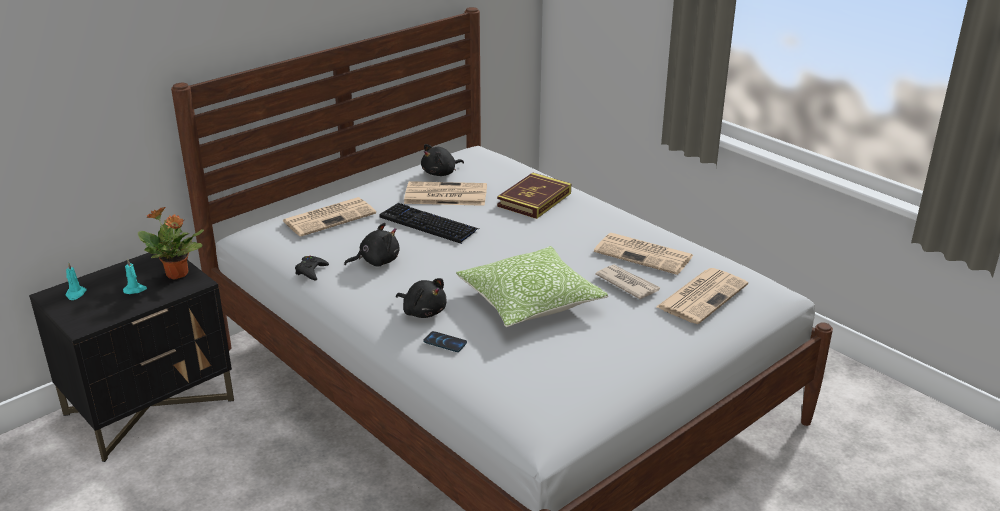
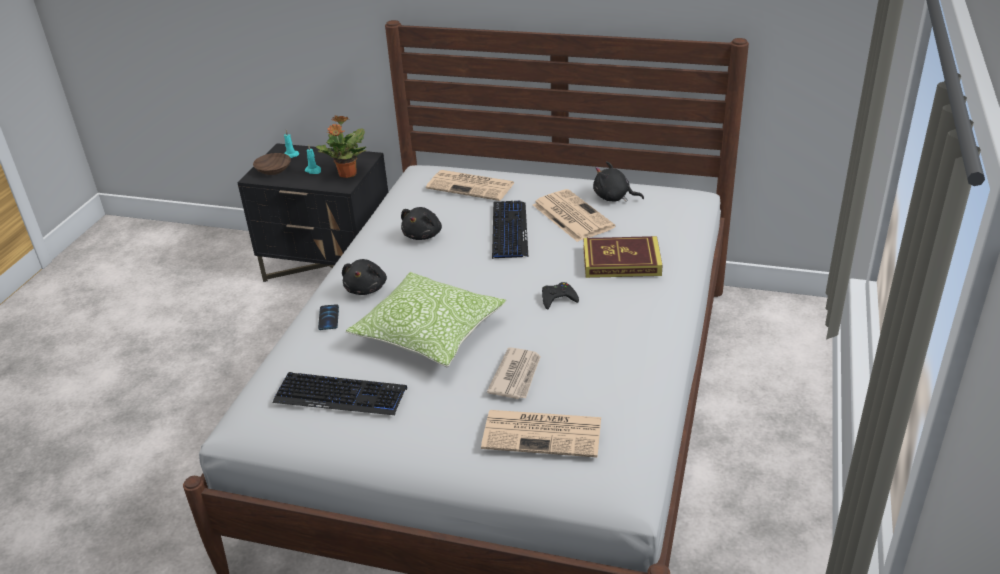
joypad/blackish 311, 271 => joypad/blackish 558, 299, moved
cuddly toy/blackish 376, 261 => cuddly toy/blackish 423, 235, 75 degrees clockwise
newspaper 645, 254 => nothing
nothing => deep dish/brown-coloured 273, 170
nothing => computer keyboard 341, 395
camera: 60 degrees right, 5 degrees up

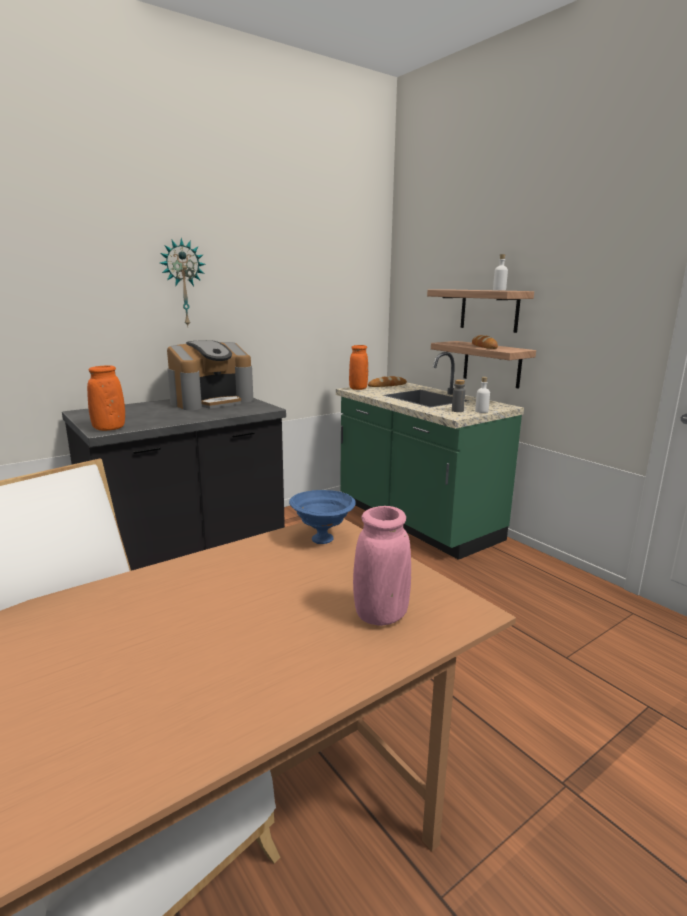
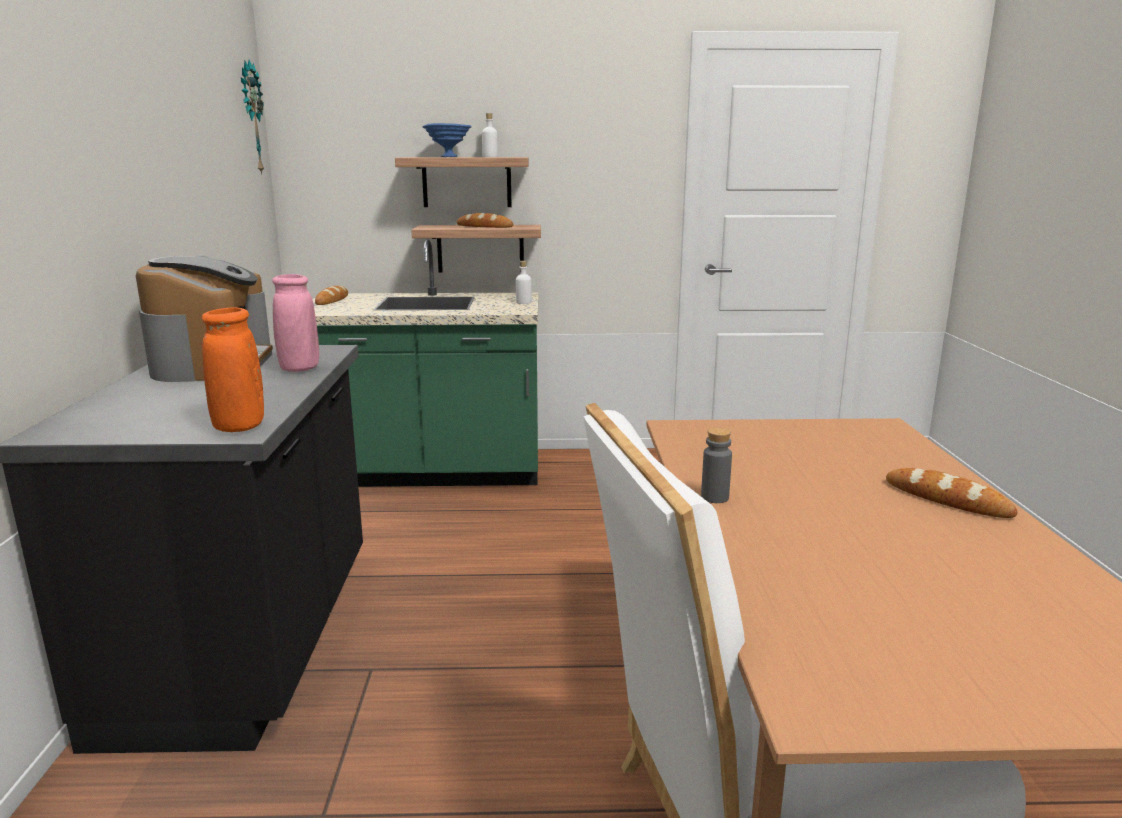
hanging clock 183, 283 => hanging clock 250, 118, moved
deep dish/blue 321, 538 => deep dish/blue 447, 157, moved
vase/orangey 358, 389 => nothing
vase/pinkish 381, 615 => vase/pinkish 300, 368, moved
bottle/gray 457, 411 => bottle/gray 714, 497, moved
nothing => bakery bread 947, 499
camera: 55 degrees left, 0 degrees up

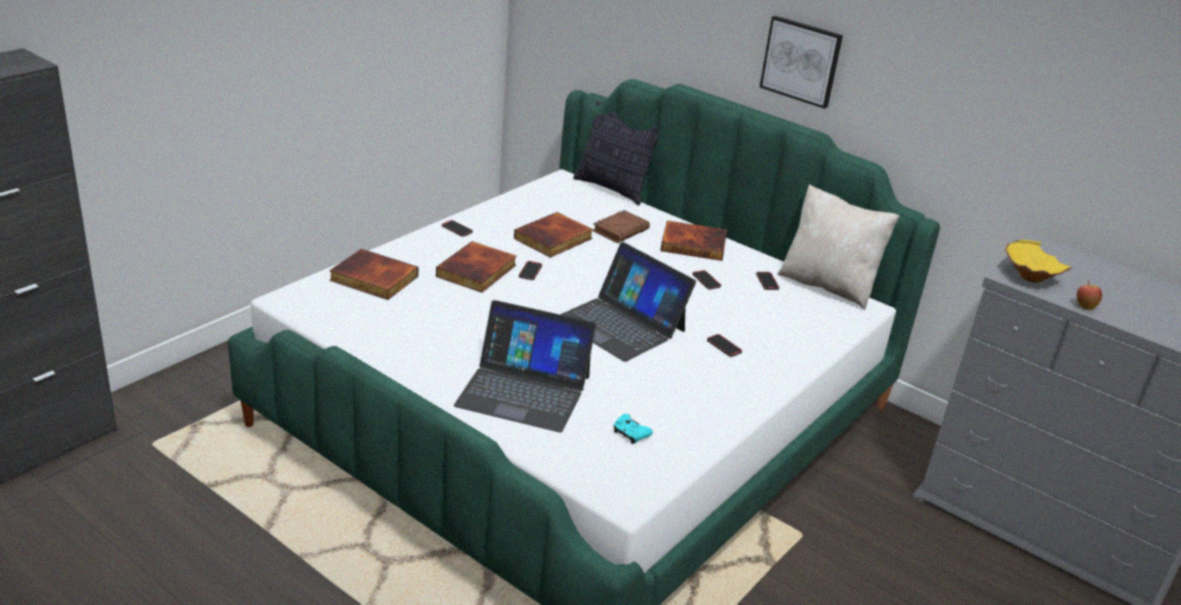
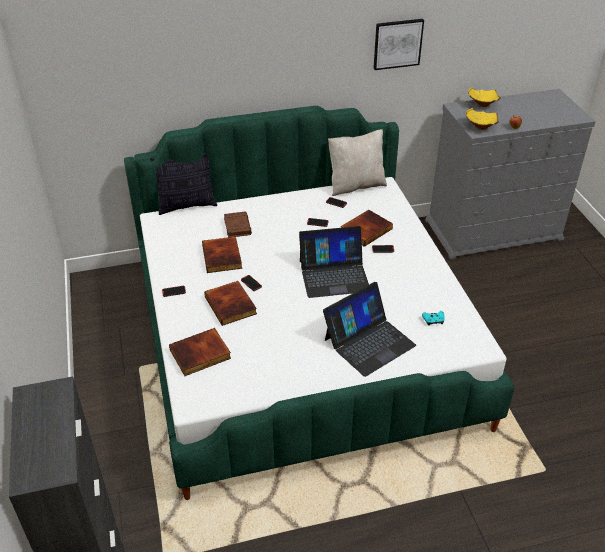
bound book 694, 244 => bound book 365, 229, moved
picture 801, 61 => picture 397, 43, moved
nothing => deep dish/yellow 482, 104
camera: 50 degrees left, 10 degrees up

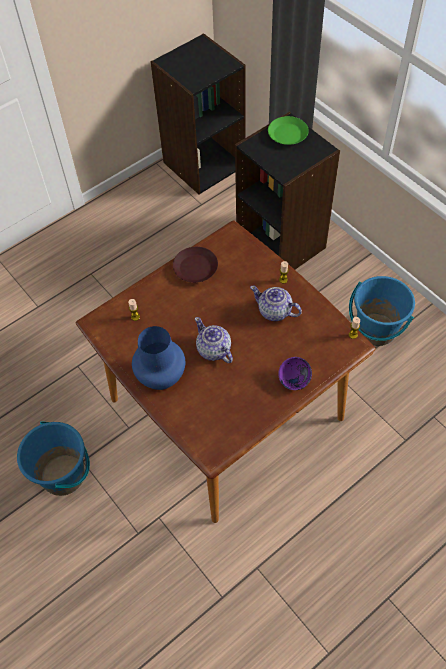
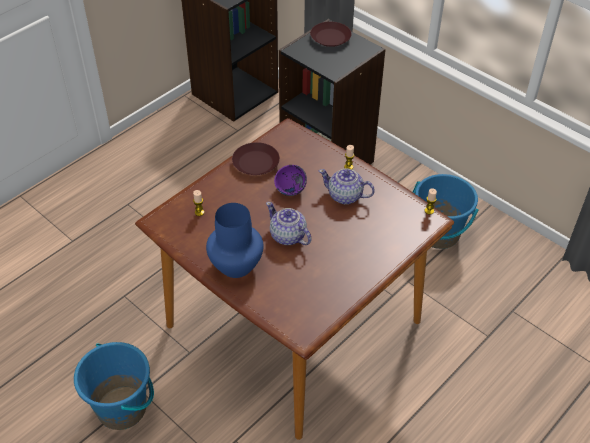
flat dish/green-coloured 287, 134 => flat dish/brown-coloured 330, 38
deep dish/purplish 294, 381 => deep dish/purplish 290, 190, moved
camera: 10 degrees left, 10 degrees down

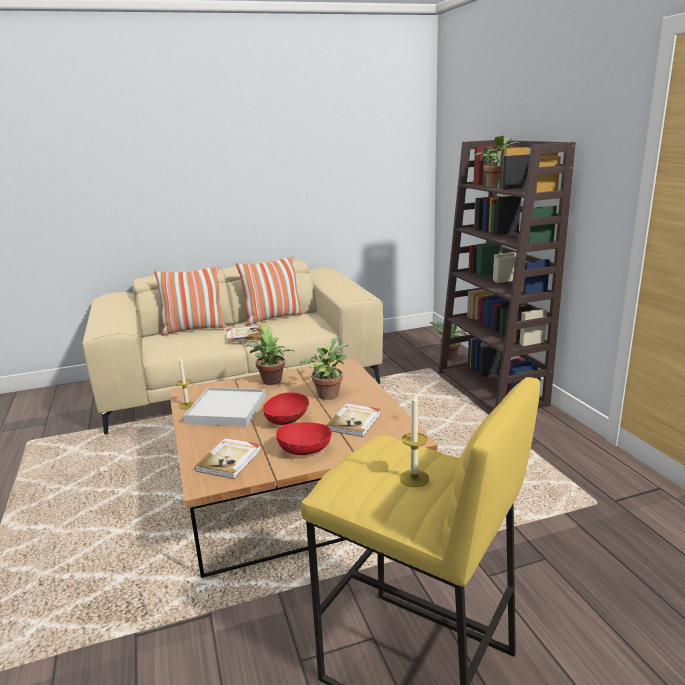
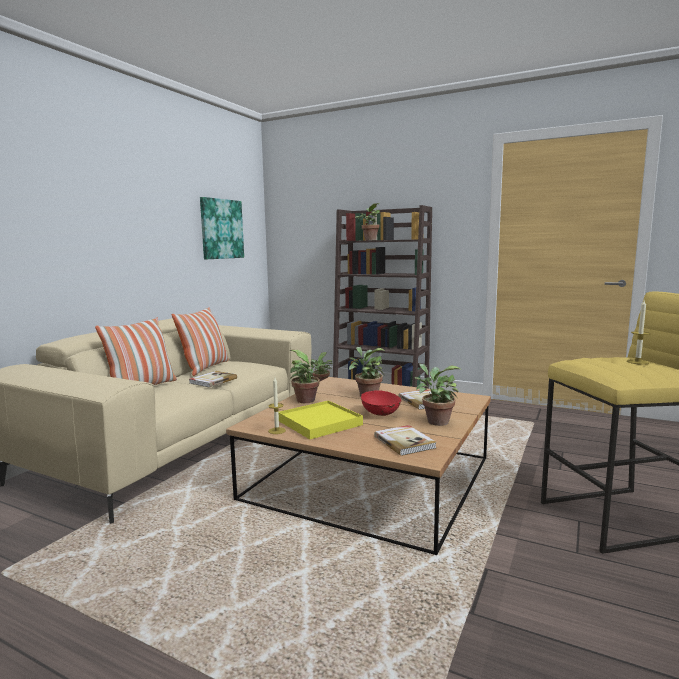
carrying tray/white-coloured 227, 410 => carrying tray/yellow 320, 422
deep dish/reddish 305, 450 => plant in a pot 435, 421
nothing => picture 221, 229
camera: 45 degrees left, 10 degrees down

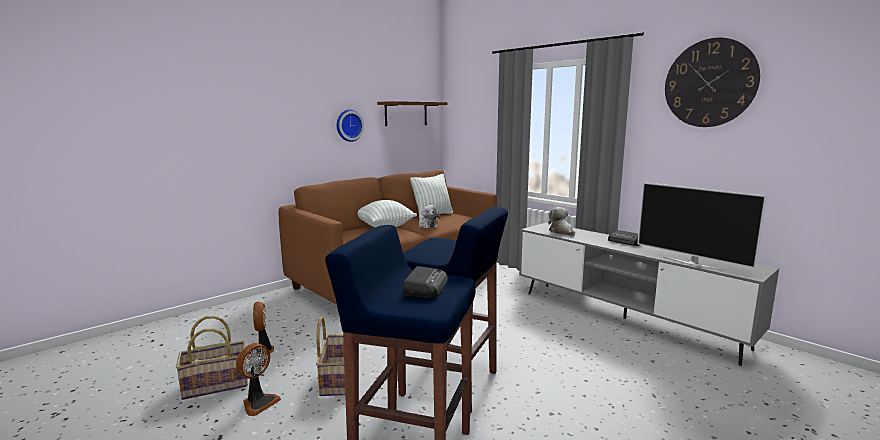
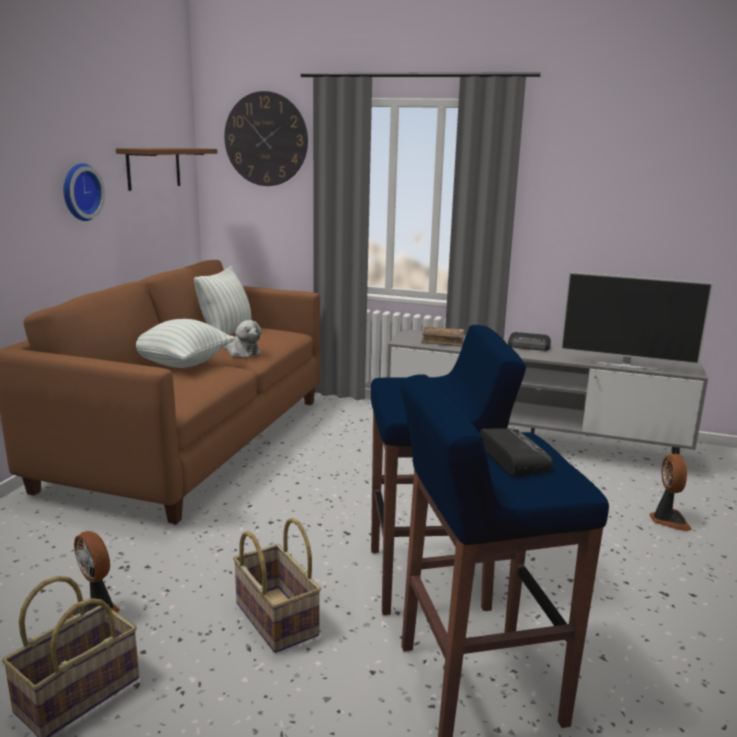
cooling fan 258, 403 => cooling fan 668, 520, moved
cuddly toy 561, 232 => bound book/brown-coloured 443, 341
hanging clock 709, 83 => hanging clock 266, 139, moved
camera: 30 degrees left, 5 degrees up

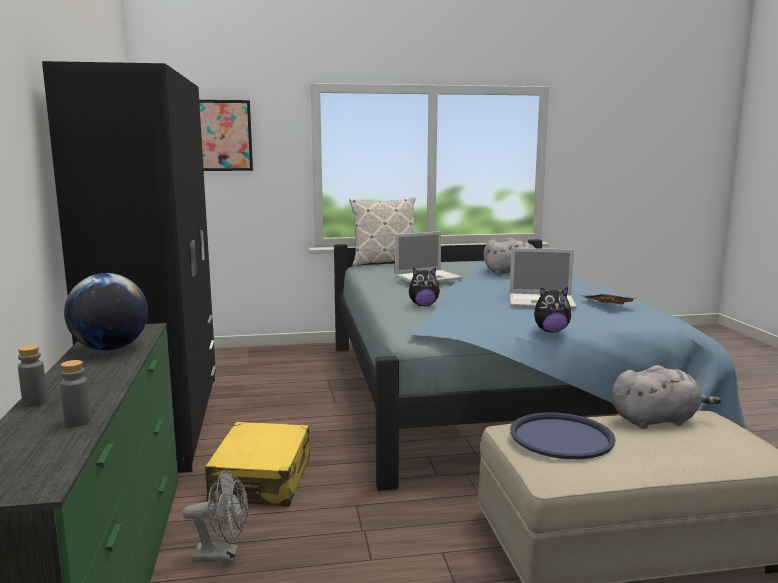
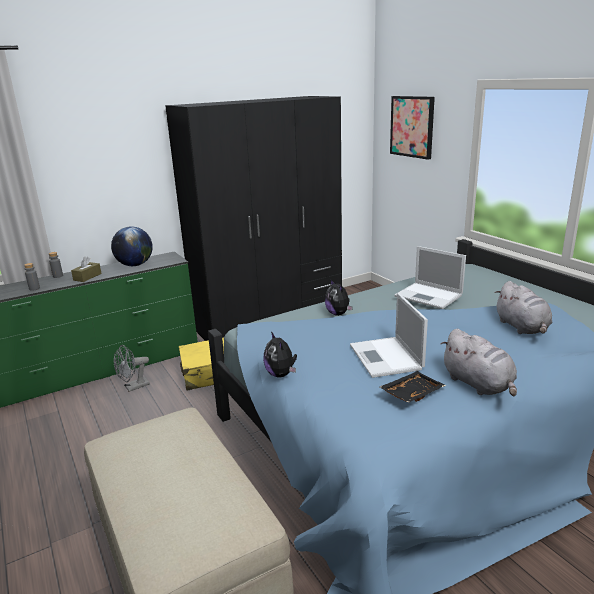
cooling fan/gray 223, 555 => cooling fan/gray 133, 387, 75 degrees clockwise
throw pillow 384, 263 => nothing
carrying tray/blue 561, 437 => nothing
cuddly toy/gray 657, 420 => cuddly toy/gray 479, 384, moved
nothing => tissue box/brown-coloured 87, 277
camera: 70 degrees right, 10 degrees up

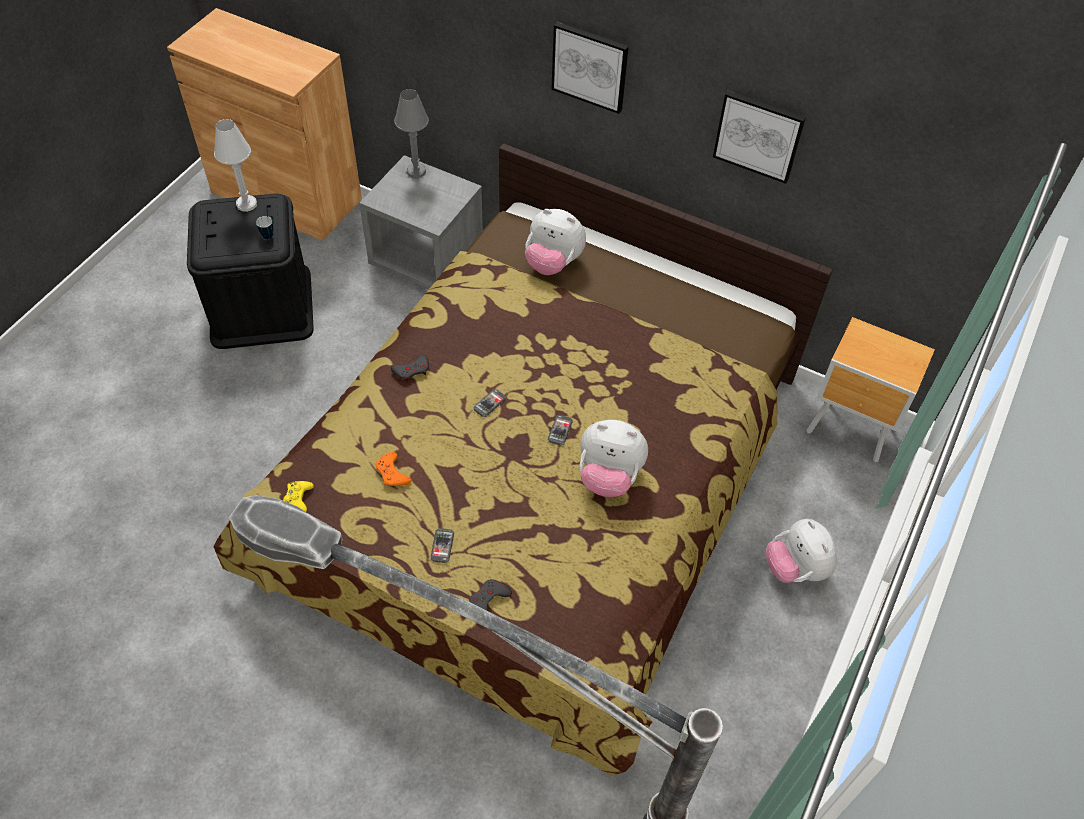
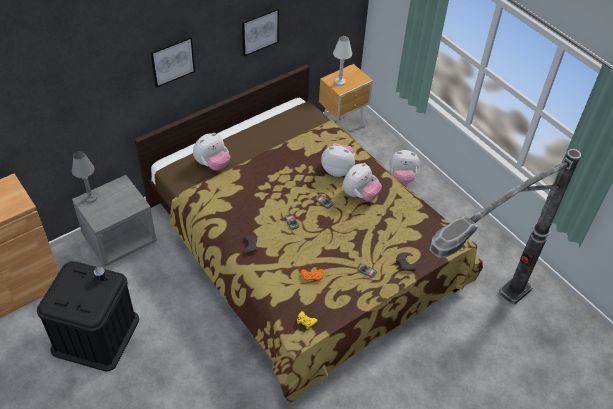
table lamp/white-coloured 246, 204 => table lamp/white-coloured 340, 82, moved
nothing => cuddly toy 337, 169
camera: 65 degrees left, 5 degrees down

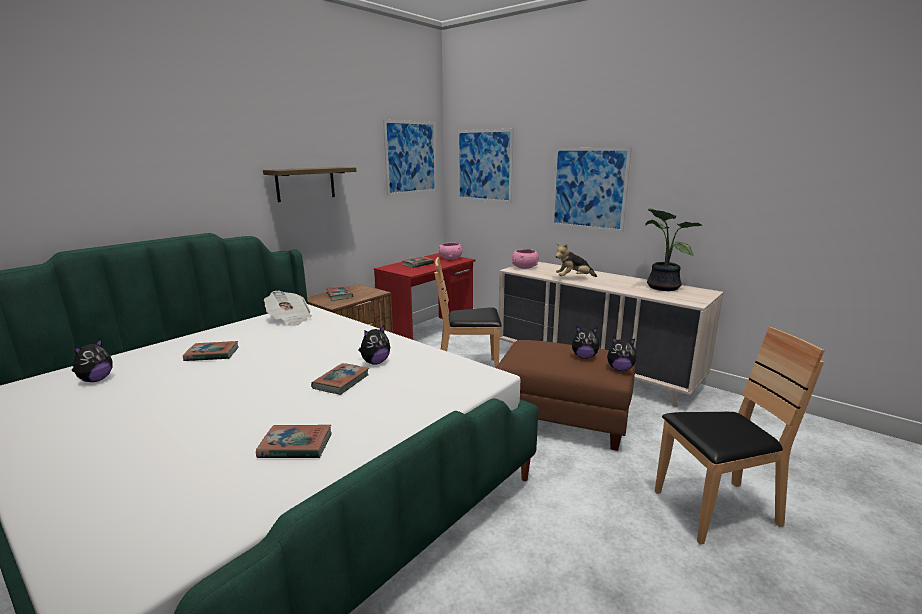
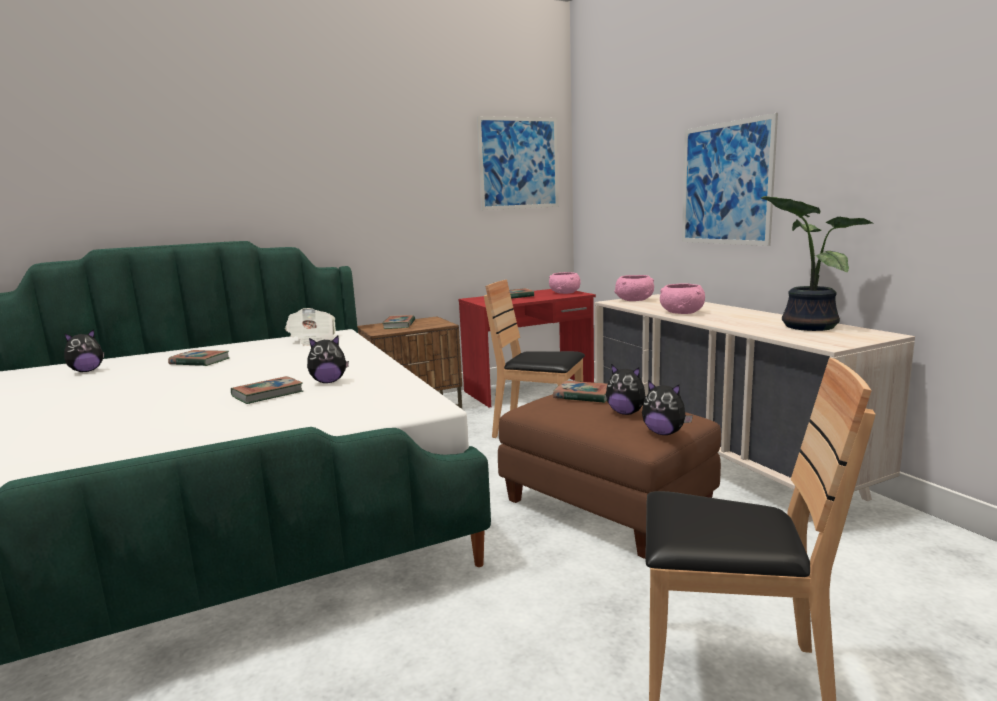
bound book 296, 446 => bound book 584, 396, moved
bracket shelf 305, 184 => nothing
picture 484, 165 => nothing
cuddly toy 573, 278 => deep dish/pinkish 682, 312
camera: 25 degrees right, 5 degrees down

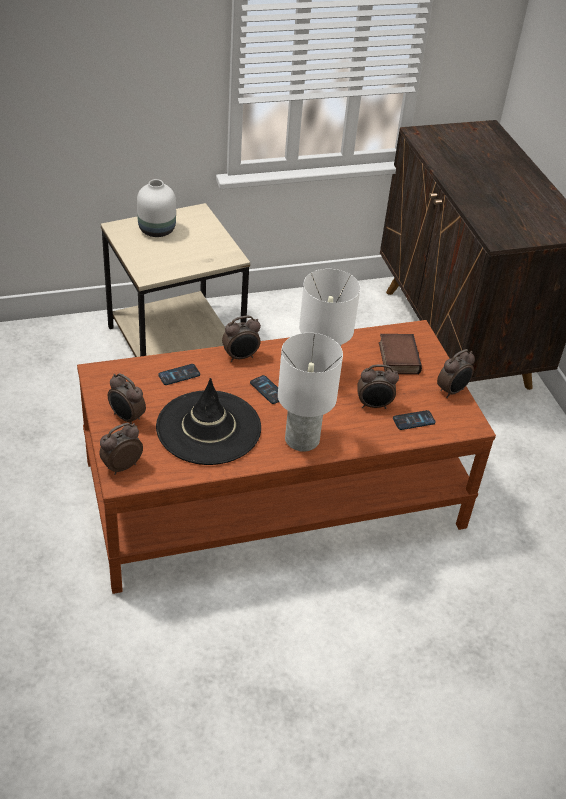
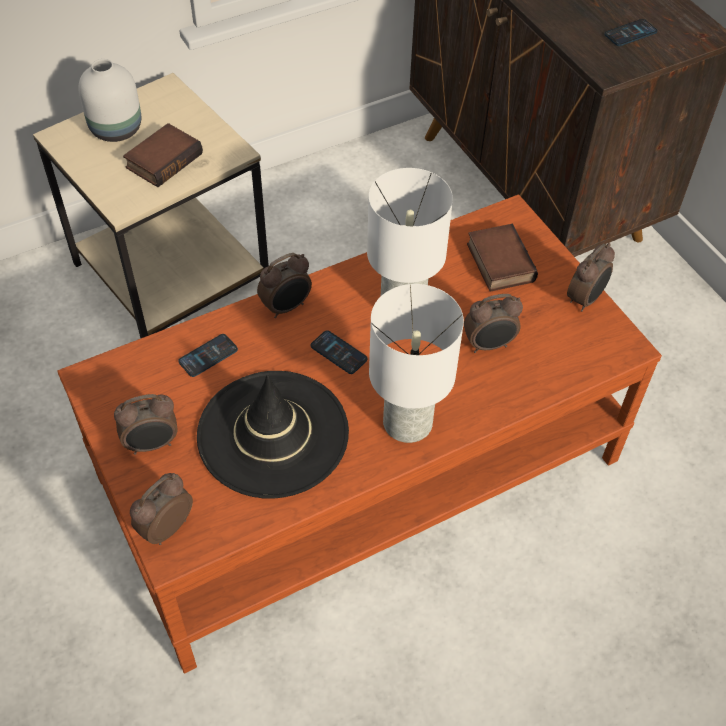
alarm clock 127, 418 => alarm clock 152, 444, 45 degrees counterclockwise
phone 413, 420 => phone 630, 33, moved
nothing => bound book 163, 159
camera: 10 degrees left, 10 degrees up

